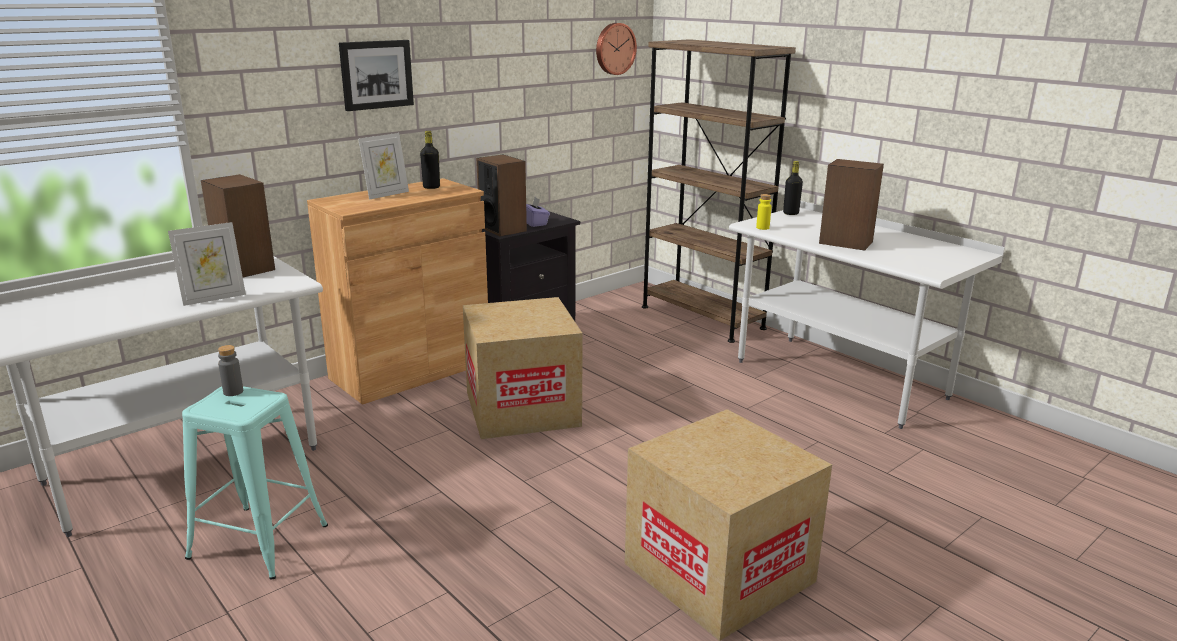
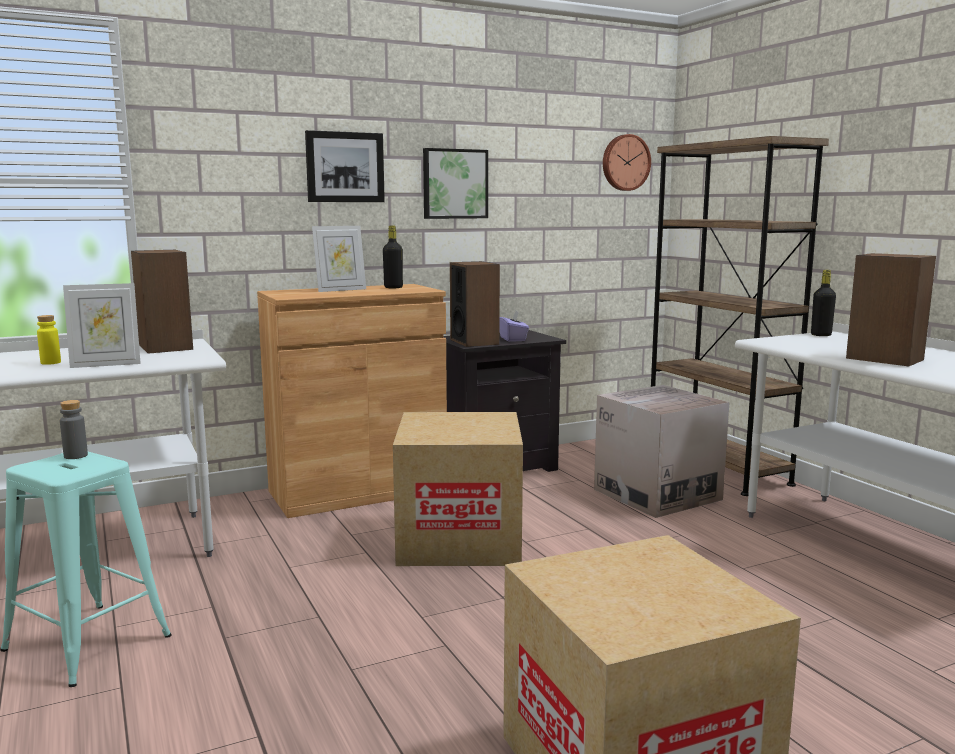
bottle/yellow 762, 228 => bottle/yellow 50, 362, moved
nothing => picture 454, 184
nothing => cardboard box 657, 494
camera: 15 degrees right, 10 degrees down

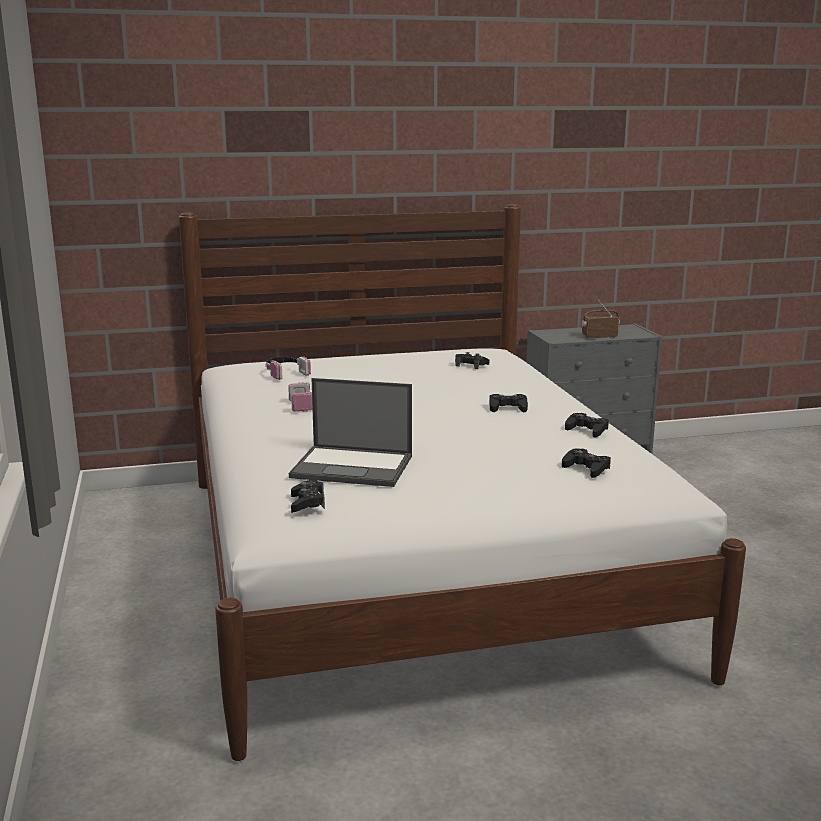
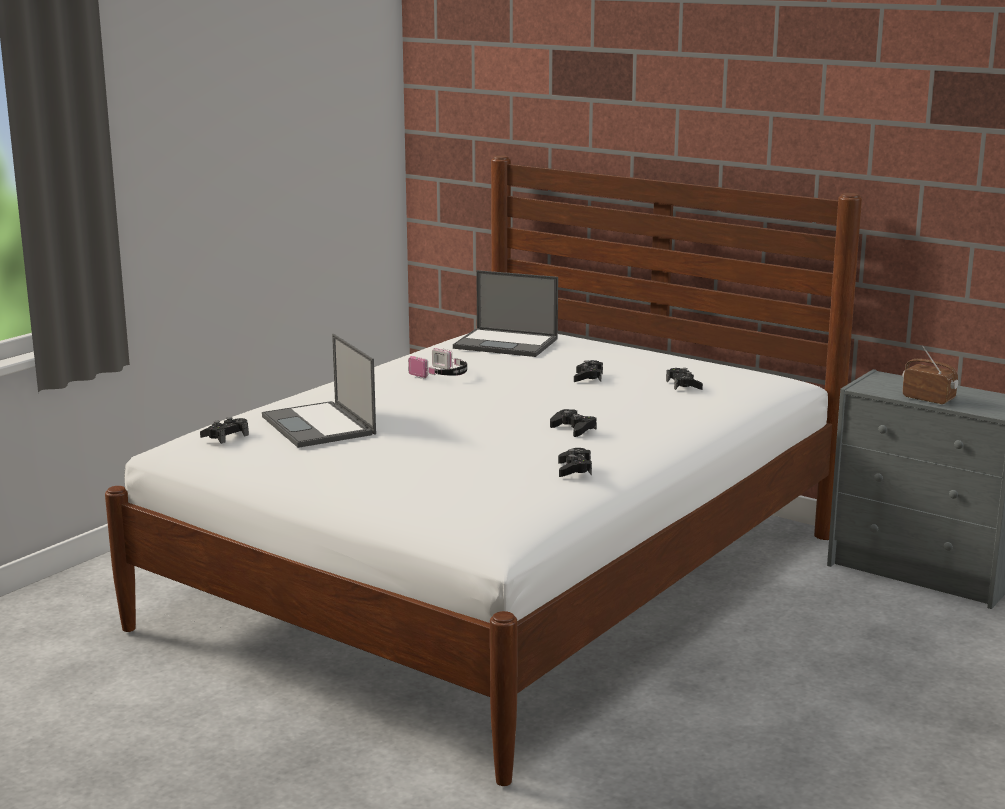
headset 285, 373 => laptop 507, 343
joypad/blackish 586, 468 => joypad/blackish 588, 377, moved
camera: 50 degrees right, 0 degrees up

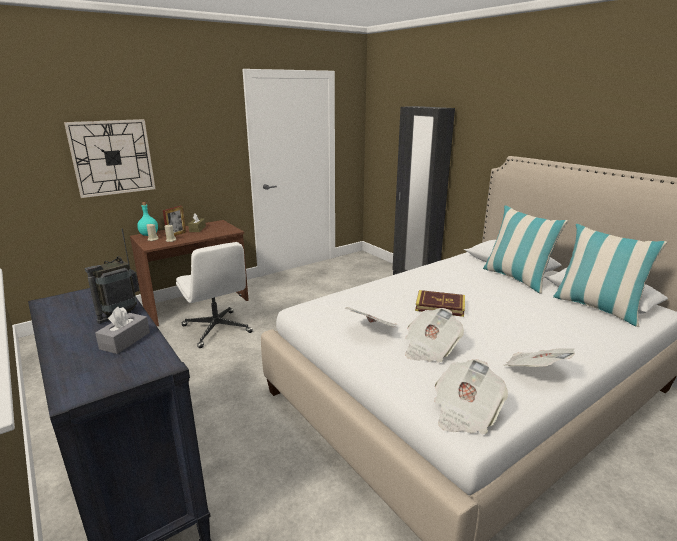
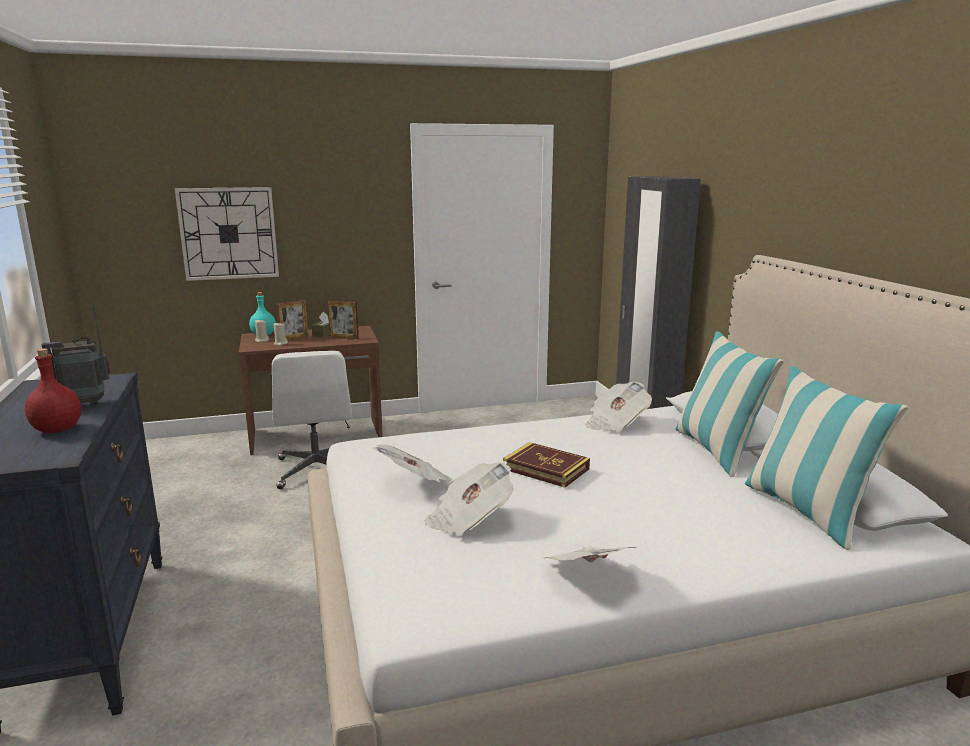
tissue box/gray 125, 340 => bottle/reddish 57, 430
newspaper 465, 412 => newspaper 615, 423, moved
nothing => standing frame 344, 337
camera: 20 degrees right, 5 degrees down

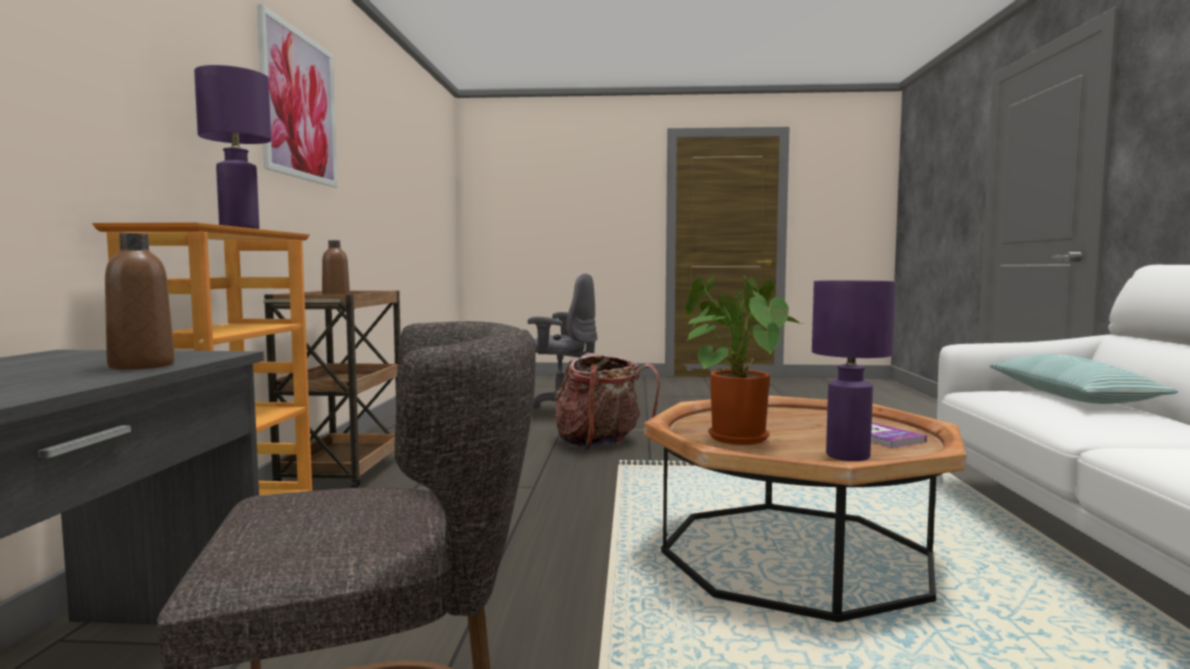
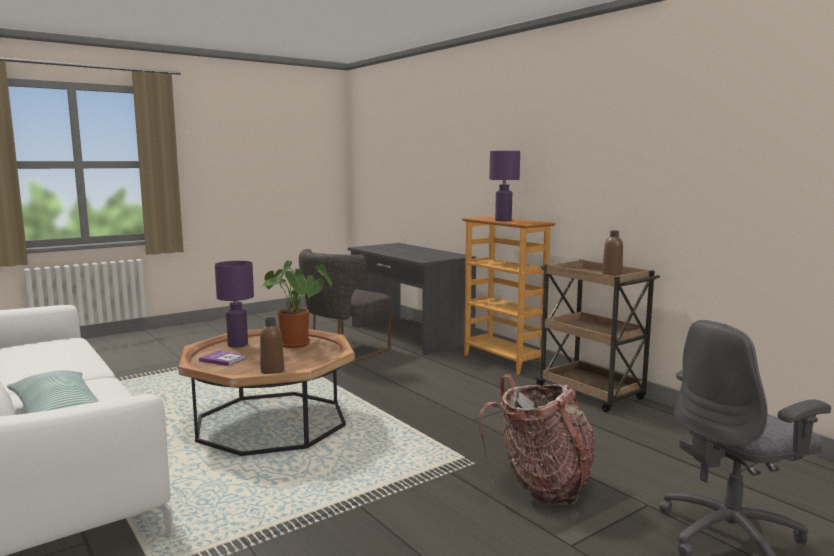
bottle/brown-coloured 142, 366 => bottle/brown-coloured 272, 371, moved
picture 299, 106 => nothing
camera: 140 degrees right, 5 degrees up

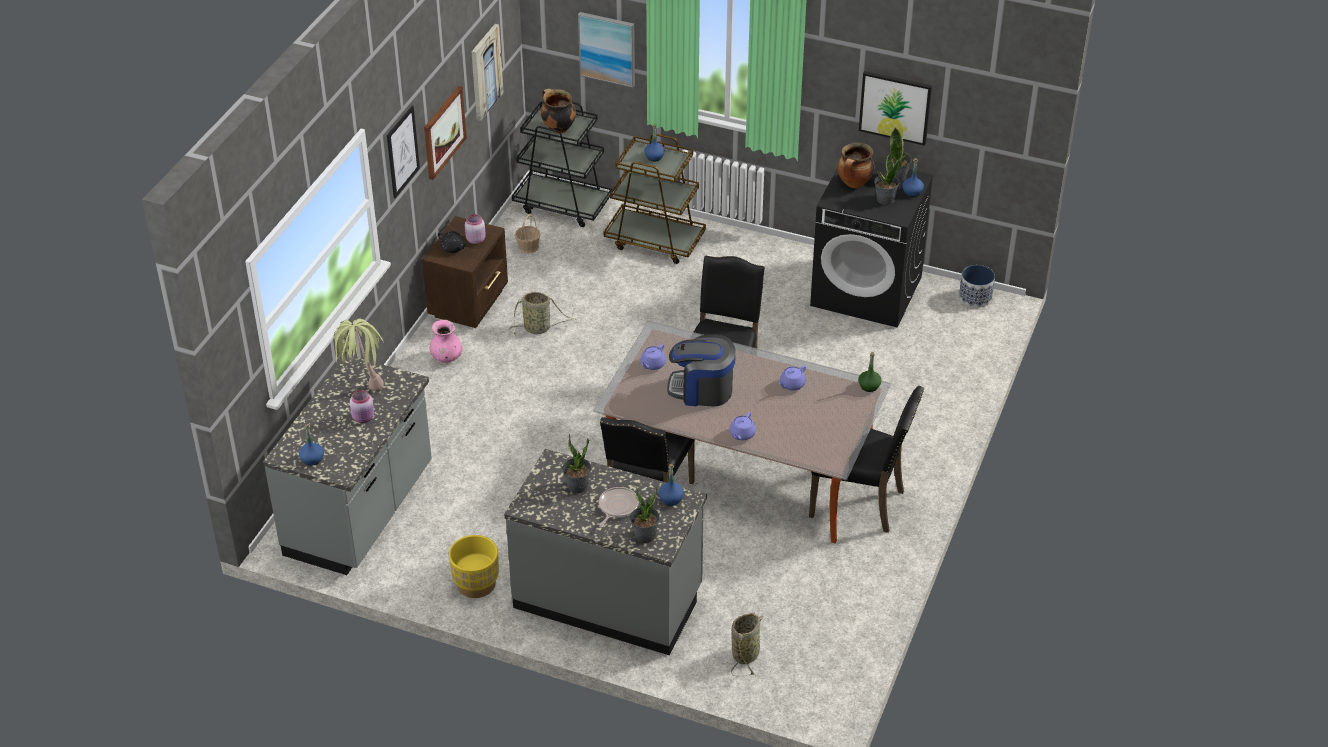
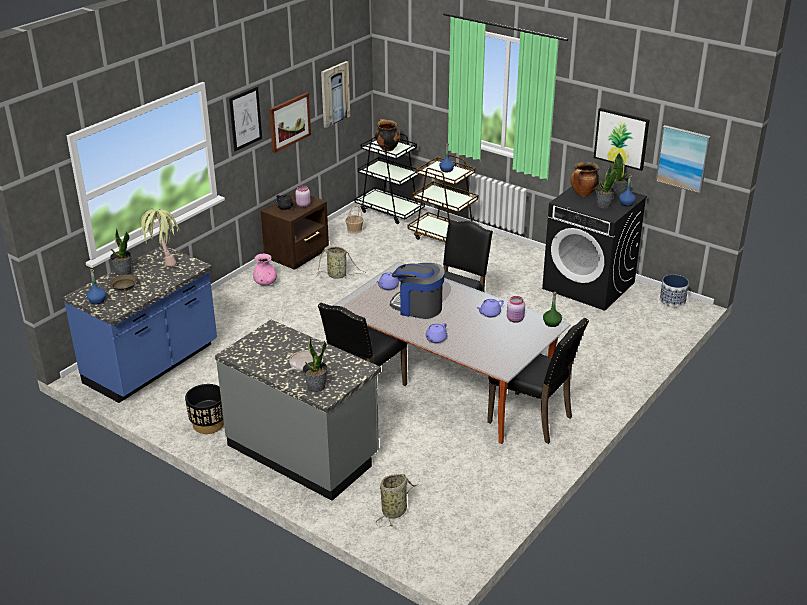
kitchen counter/gray 361, 512 => kitchen counter/blue 152, 365
storage jar/pinkish 364, 418 => storage jar/pinkish 515, 319, moved
planter/yellow 476, 584 => planter/blackish 208, 424
plant in a pot 577, 486 => plant in a pot 123, 272, moved
picture 607, 48 => picture 683, 158, moved
bottle/blue 671, 499 => nothing
nothing => pan/brown-coloured 124, 287
camera: 15 degrees right, 10 degrees down

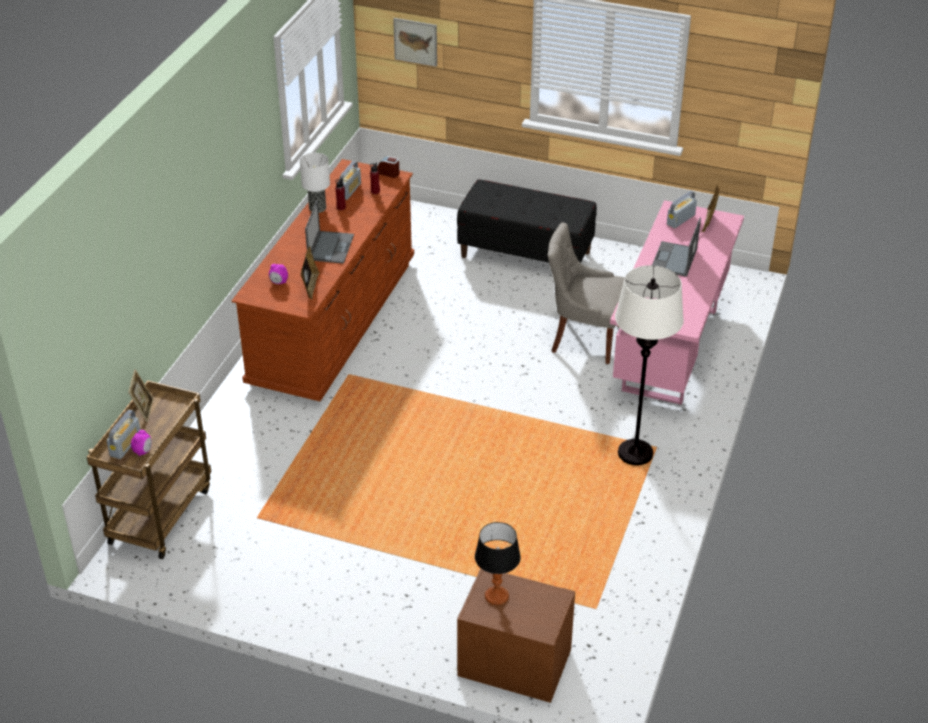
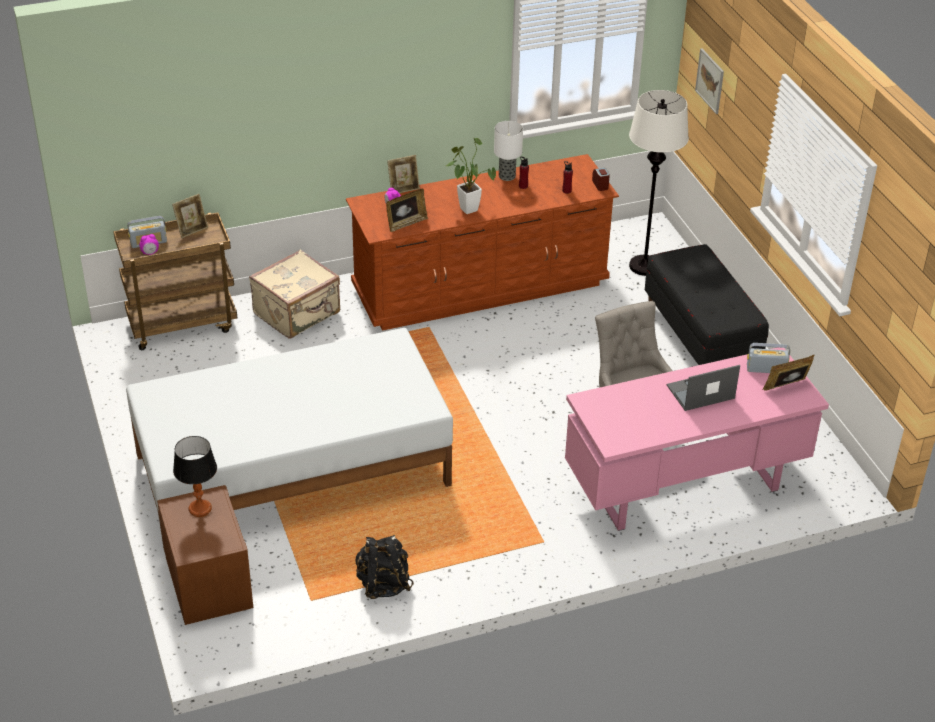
laptop 330, 247 => plant in a pot 467, 207
radio set 349, 190 => nothing
standing lamp/white-coloured 635, 453 => standing lamp/white-coloured 644, 266, moved
nothing => bedroom bed/white-coloured 291, 469
nothing => travel case/beige-coloured 298, 314
nothing => backpack/blackish 383, 584
nothing => standing frame 403, 189
camera: 50 degrees right, 0 degrees up

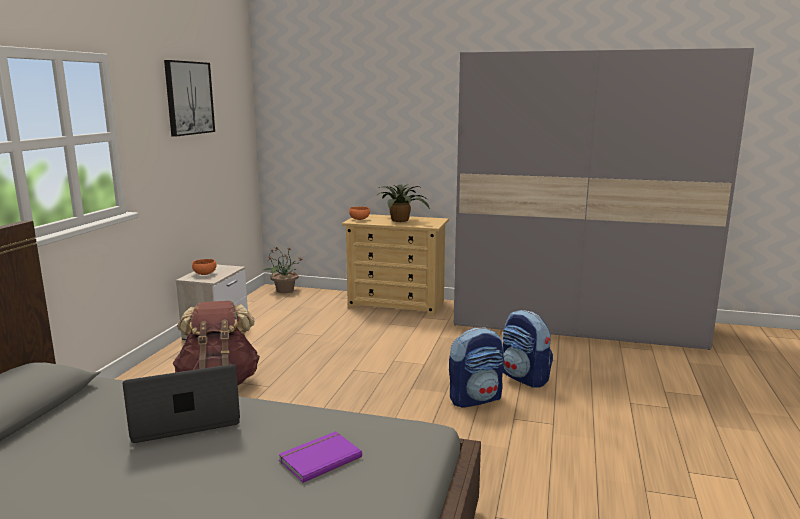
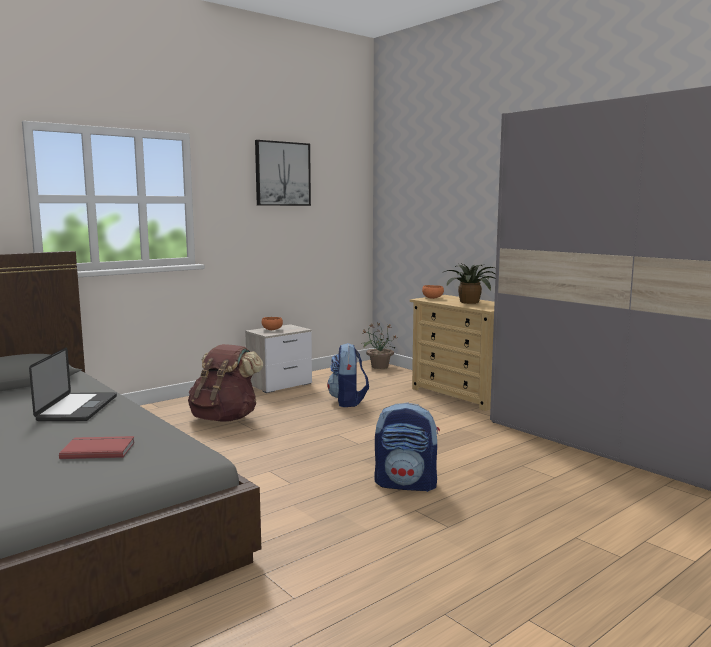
laptop 185, 420 => laptop 78, 408, 75 degrees clockwise
bound book/purplish 319, 458 => bound book/reddish 98, 449
backpack 525, 378 => backpack 348, 401, moved
camera: 35 degrees right, 5 degrees down

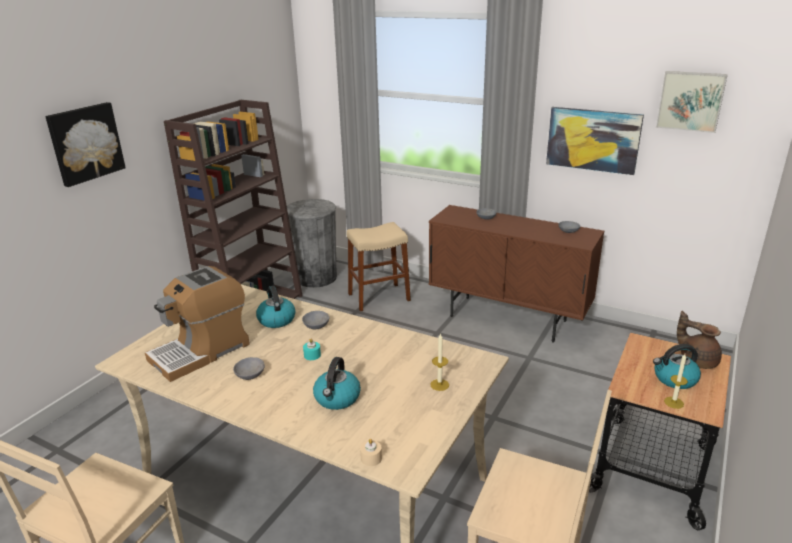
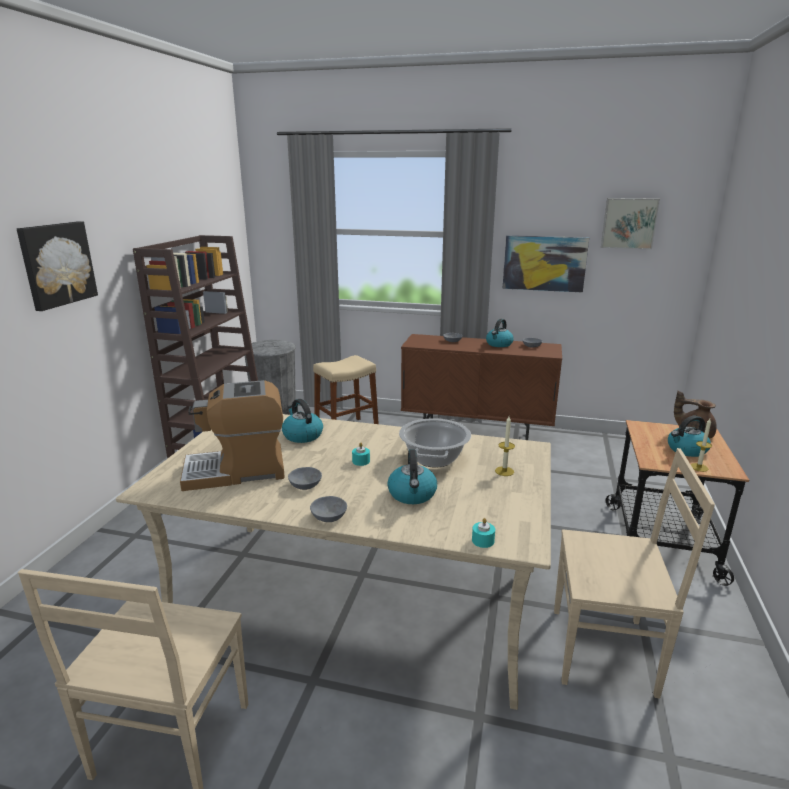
coffee maker 201, 351 => coffee maker 237, 471, 45 degrees clockwise
deep dish/gray 315, 325 => deep dish/gray 327, 516, moved
wax candle/beige-coloured 371, 458 => wax candle/turquoise 483, 540
nothing => cooking pot 434, 458
nothing => kettle 499, 344
camera: 15 degrees left, 5 degrees down

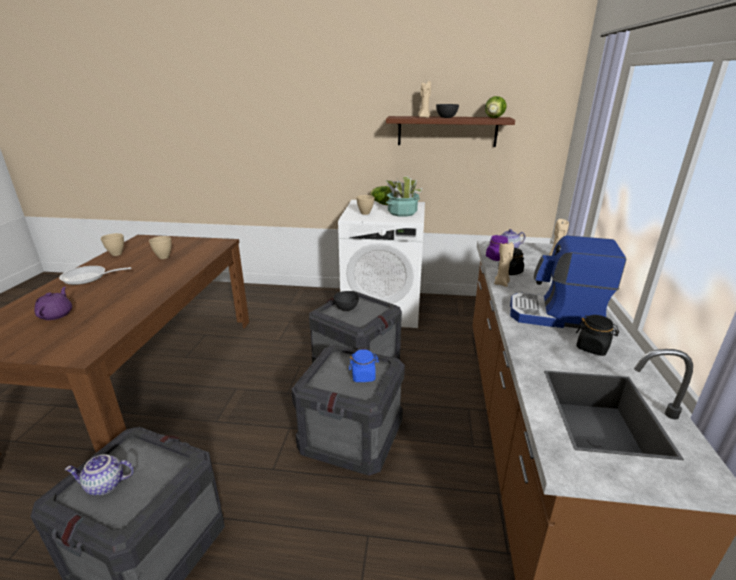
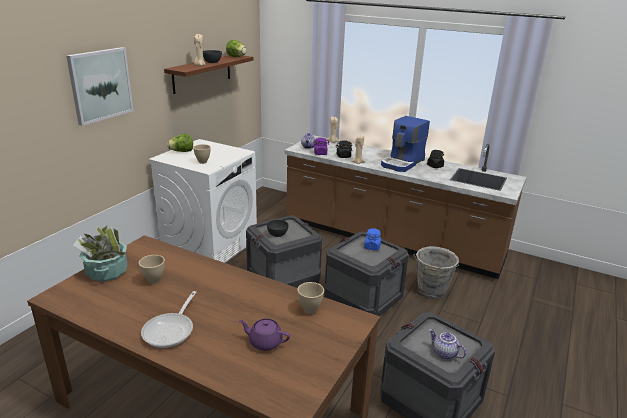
pot for tea 104, 485 => pot for tea 444, 353, 120 degrees clockwise
deep dish/beige-coloured 116, 254 => deep dish/beige-coloured 310, 310, moved
plant in a pot 402, 213 => plant in a pot 107, 272, moved
nothing => picture 100, 85
nothing => pail/gray 431, 291
camera: 70 degrees left, 0 degrees up

